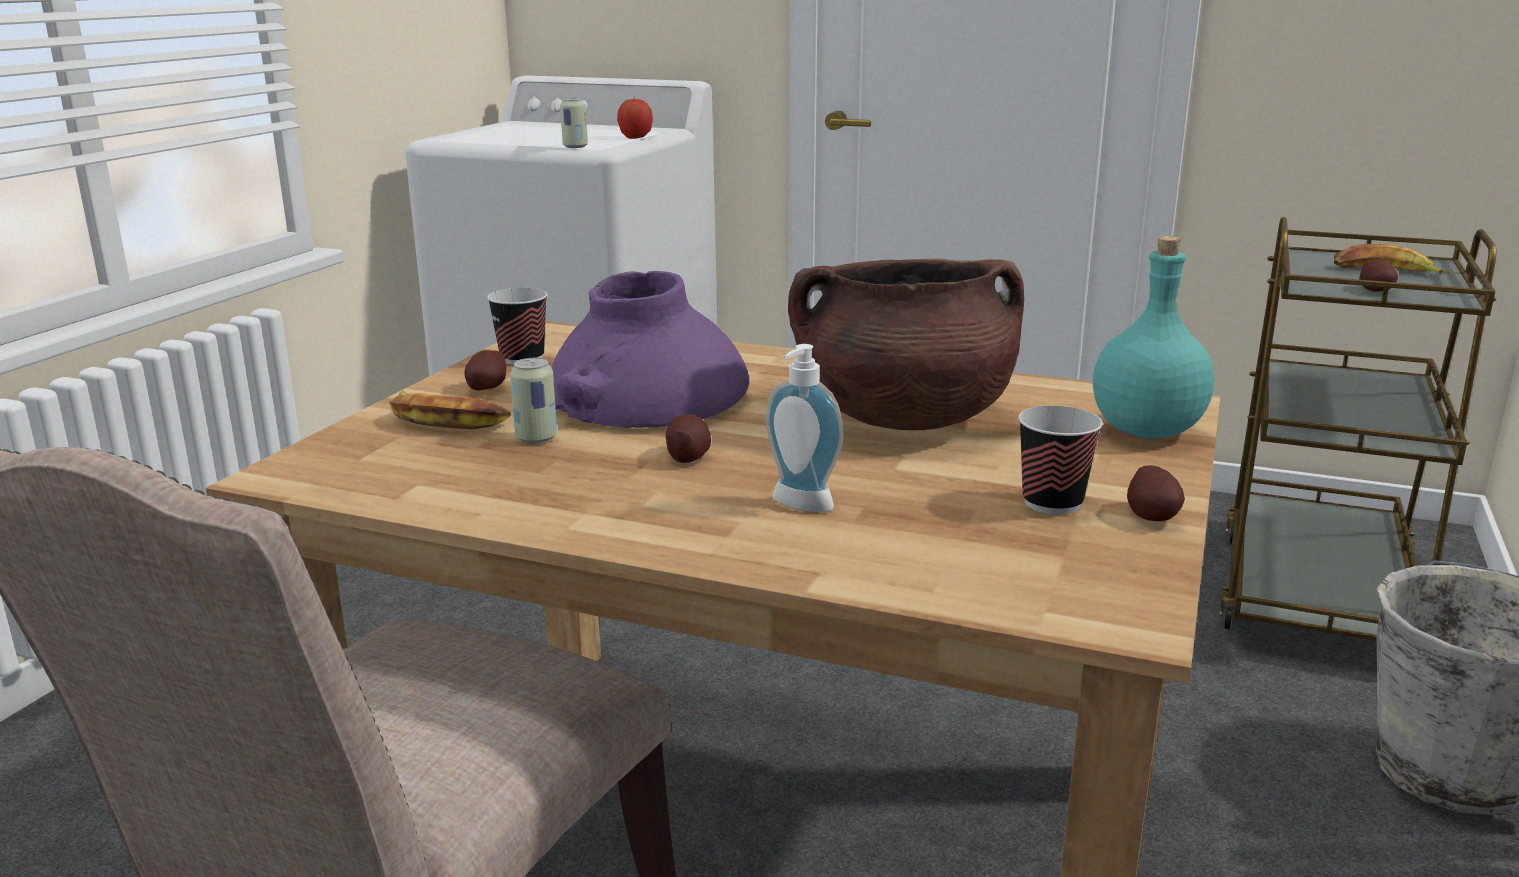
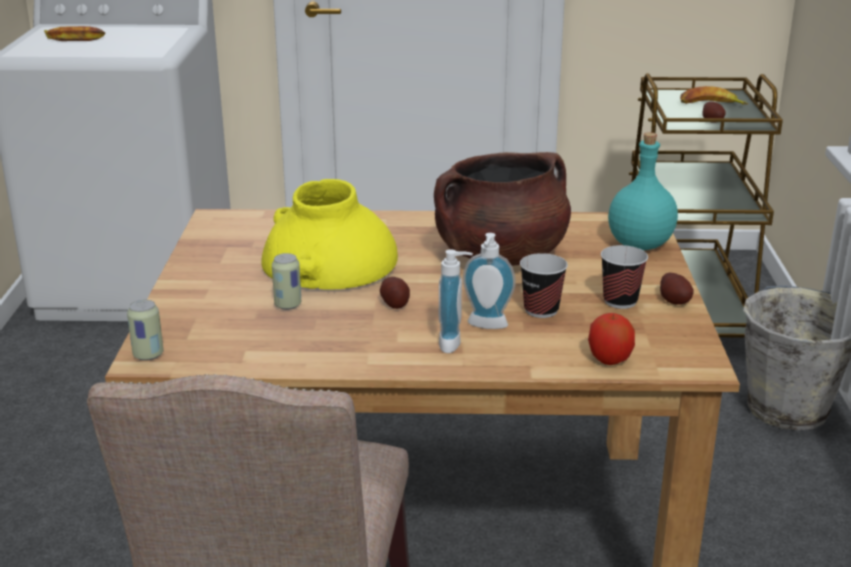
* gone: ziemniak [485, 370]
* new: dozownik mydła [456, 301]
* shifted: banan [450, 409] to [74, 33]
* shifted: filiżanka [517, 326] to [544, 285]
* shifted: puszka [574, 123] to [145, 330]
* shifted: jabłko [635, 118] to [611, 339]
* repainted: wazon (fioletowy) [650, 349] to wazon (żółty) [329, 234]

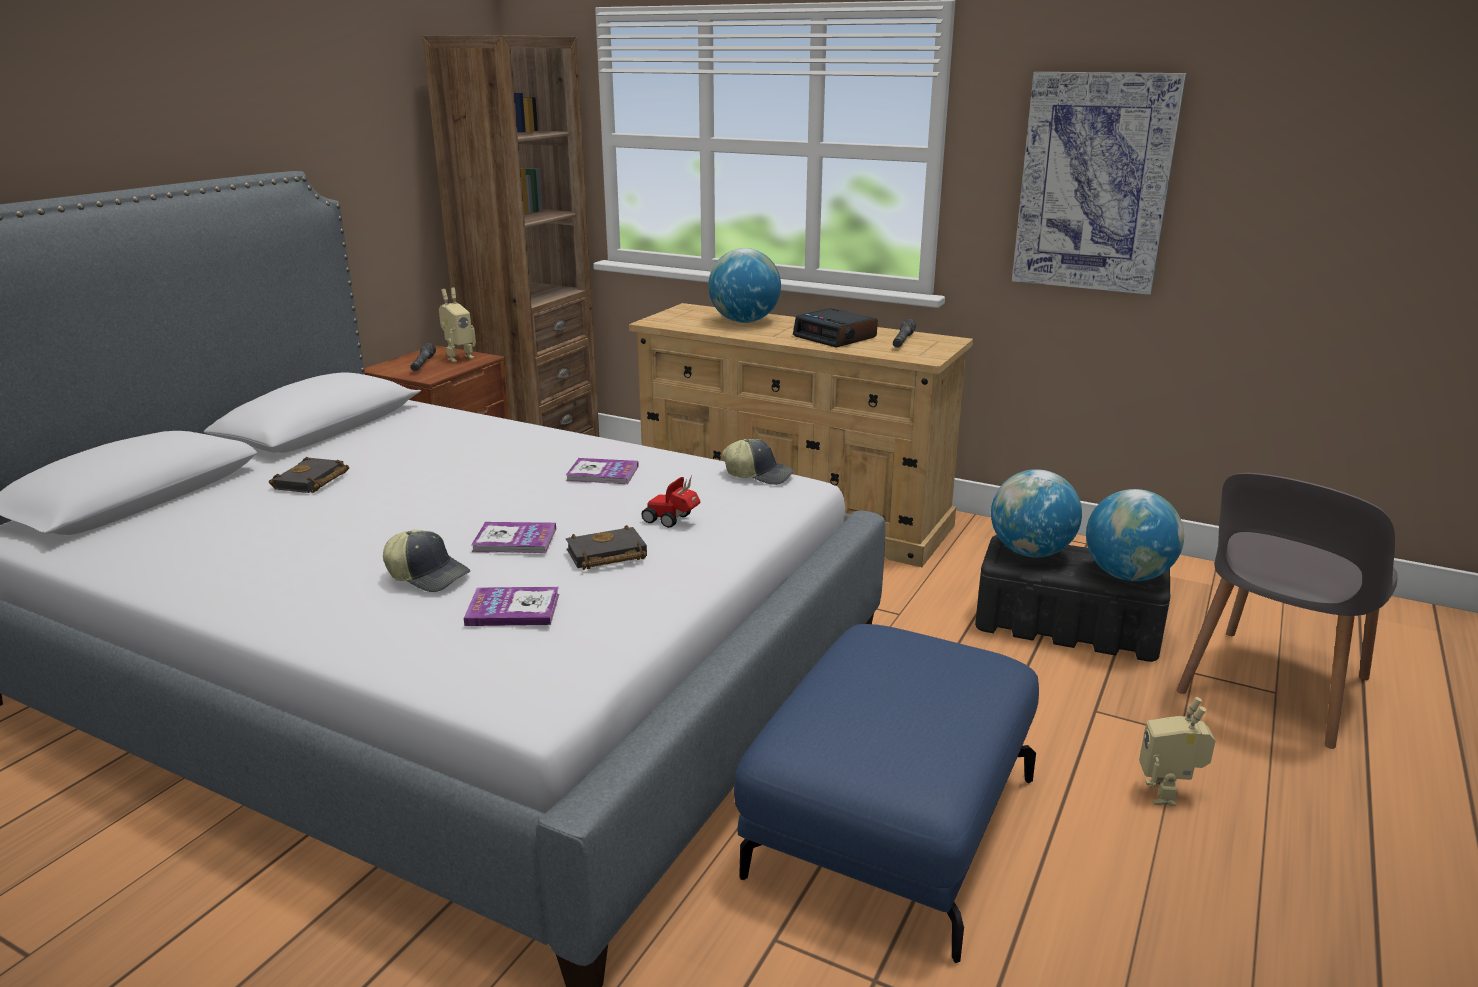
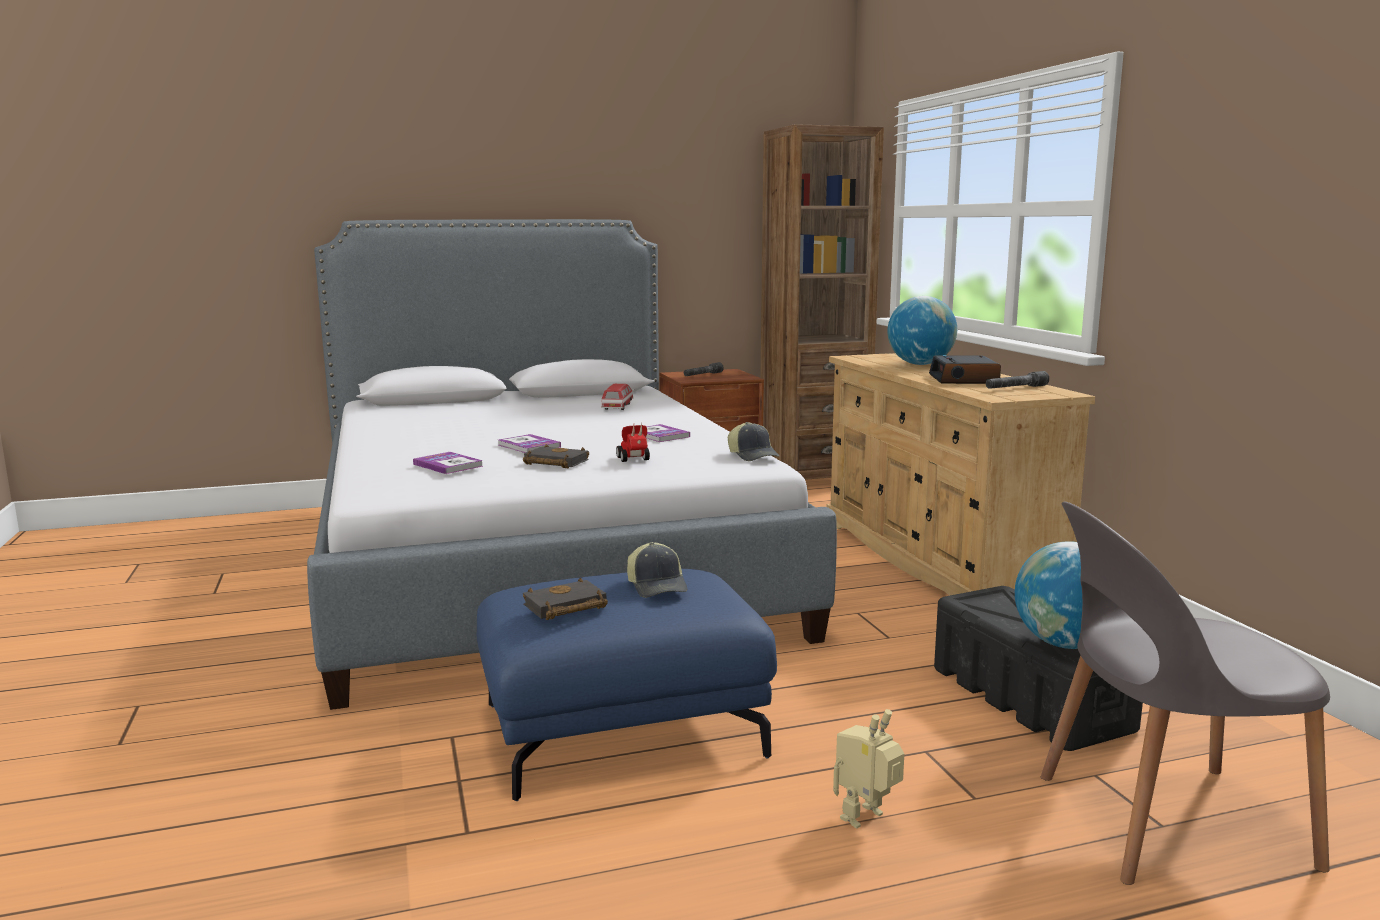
* gone: robot zabawkowy [457, 324]
* gone: globus [1036, 513]
* gone: obraz [1099, 183]
* new: samochodzik [618, 397]
* shifted: książka (czarny) [309, 475] to [565, 599]
* shifted: czapka z daszkiem [427, 561] to [657, 570]

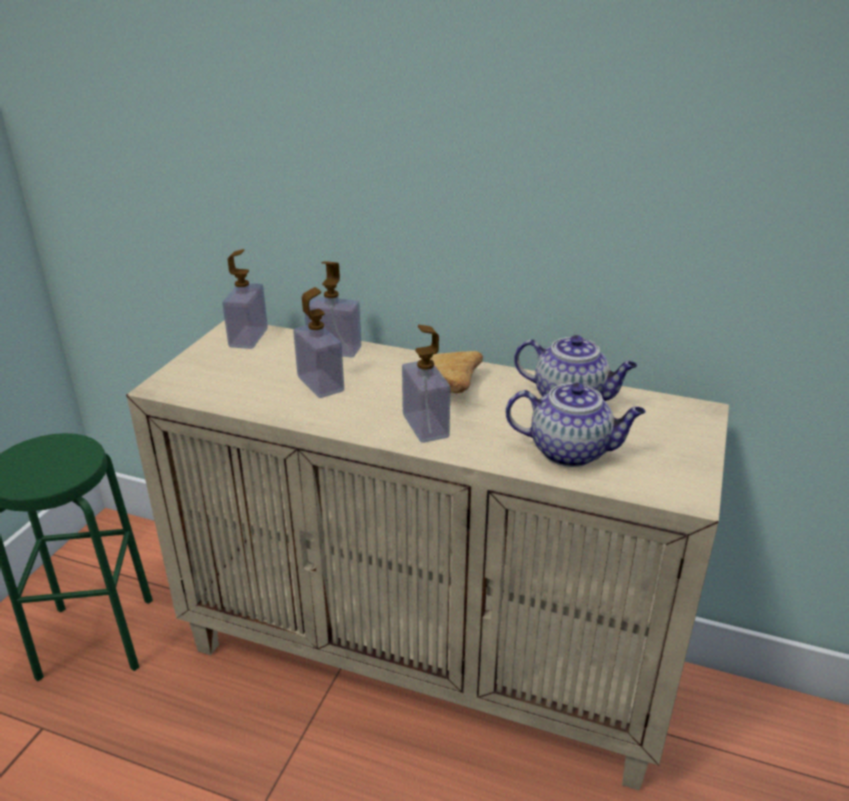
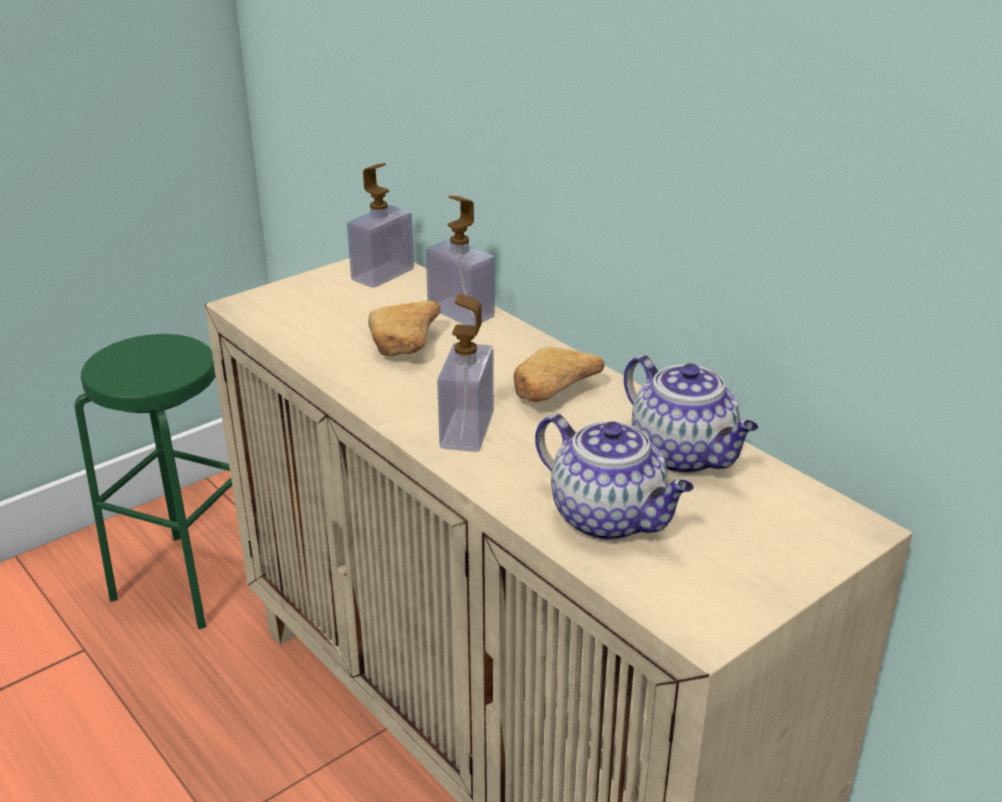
* swapped: dozownik mydła [318, 342] to chleb [404, 328]

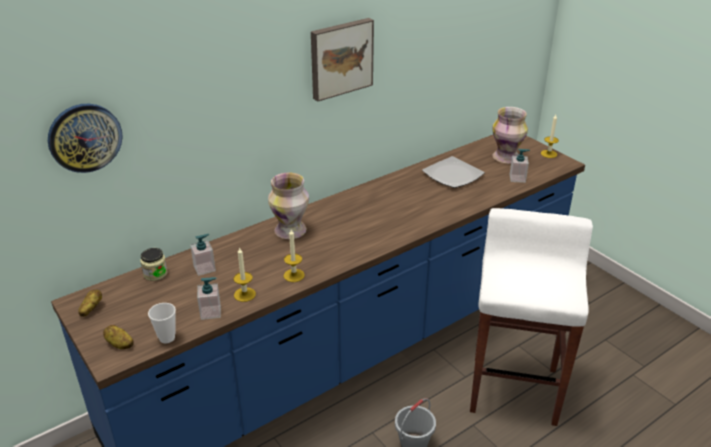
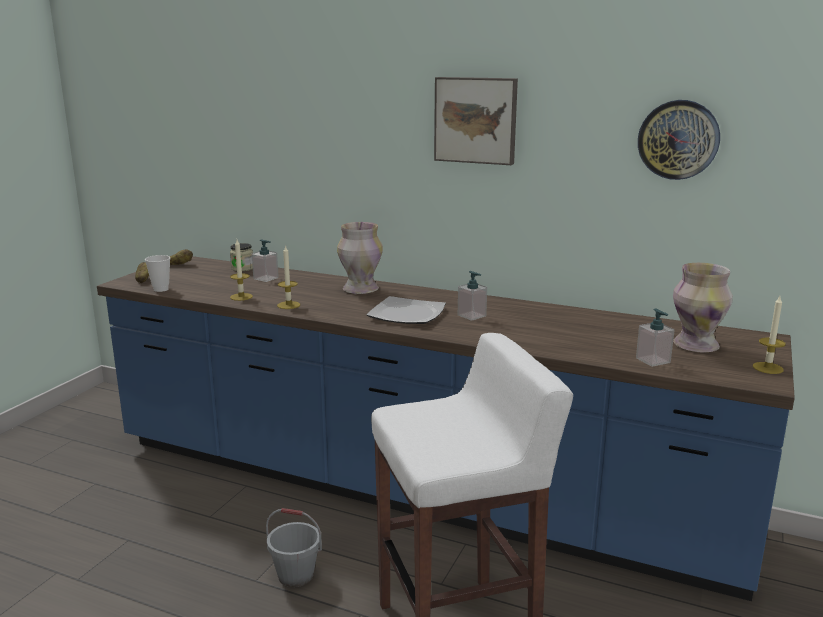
* shifted: zegar ścienny [85, 138] to [679, 140]
* shifted: dozownik mydła [209, 298] to [472, 296]
* shifted: talerz [453, 172] to [406, 310]

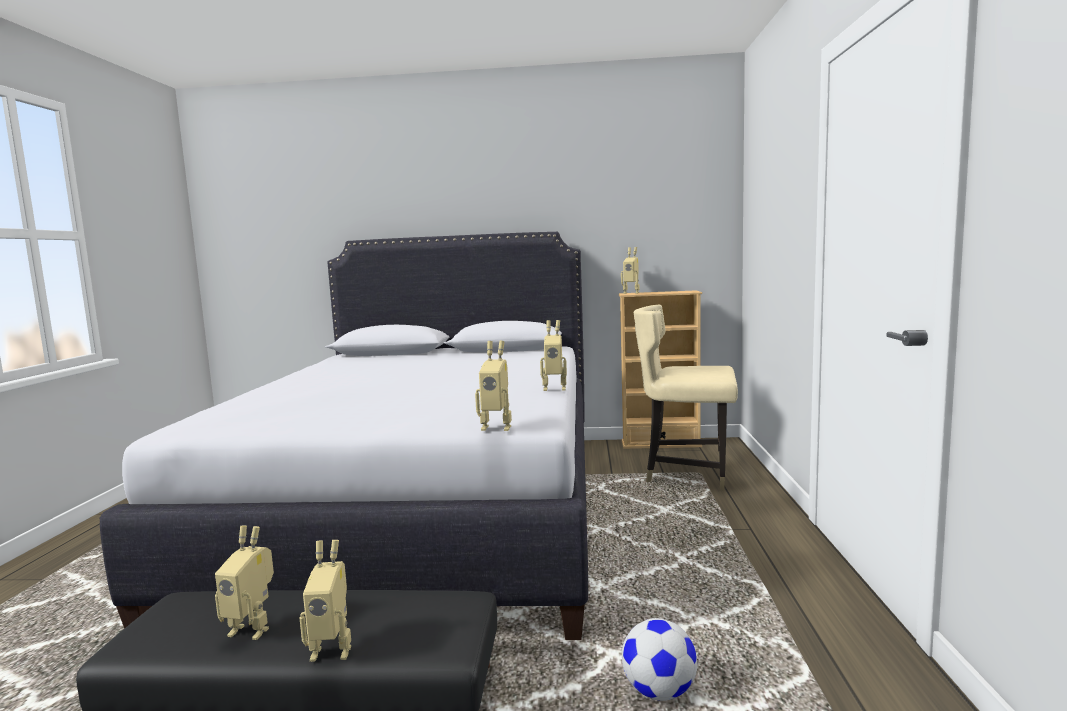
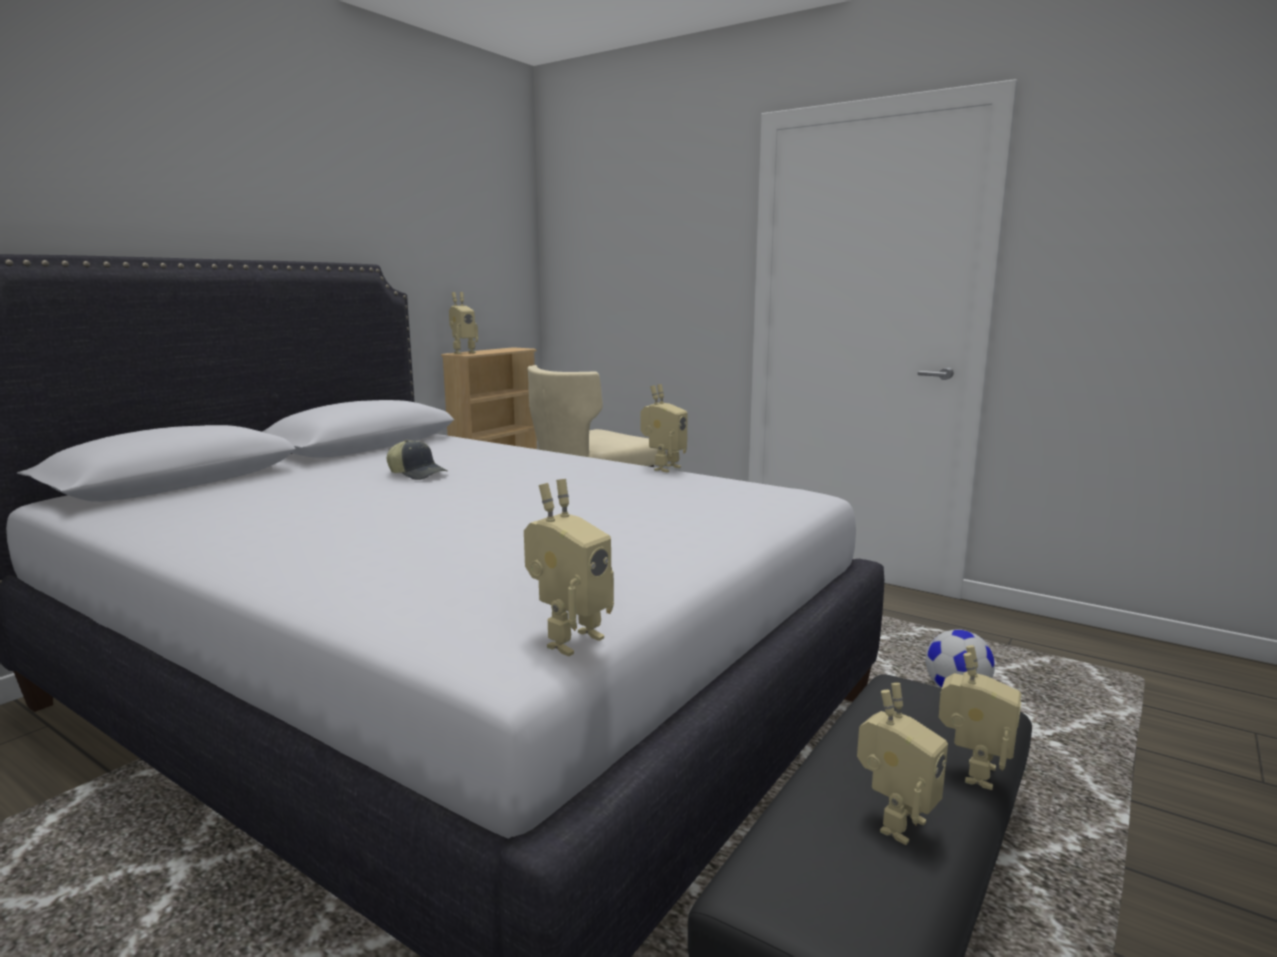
* new: czapka z daszkiem [417, 460]
* shifted: robot zabawkowy [493, 386] to [569, 567]

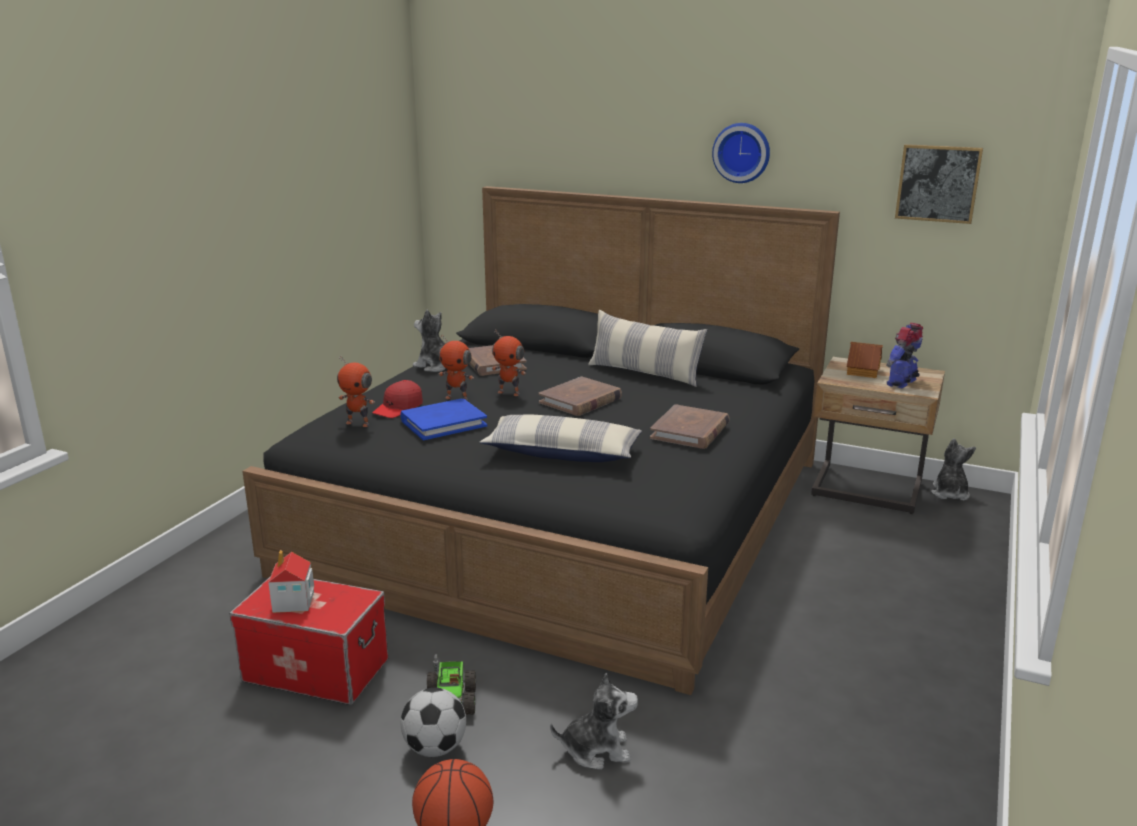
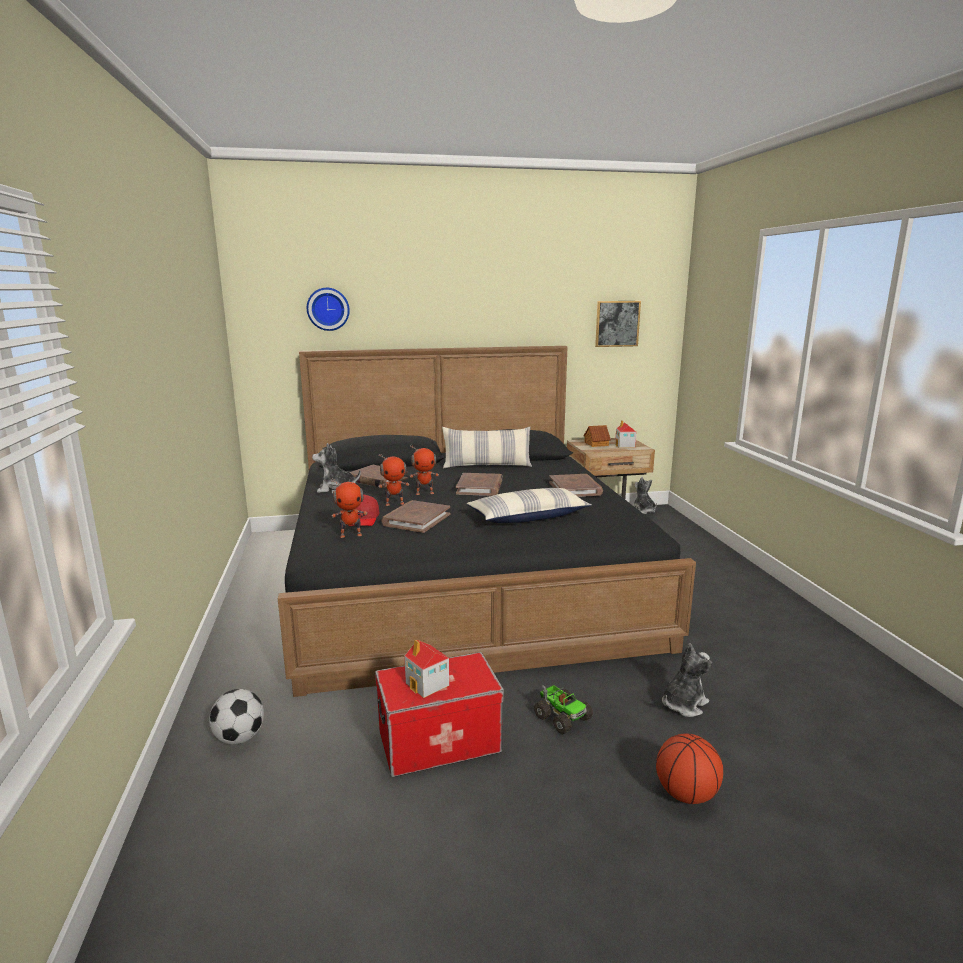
* shifted: piłka futbolowa [433, 722] to [236, 717]
* shifted: zegar ścienny [741, 153] to [328, 309]
* swapped: robot zabawkowy [904, 356] to domek [625, 434]
* repainted: książka (niebieski) [444, 419] to książka (brązowy) [416, 516]

